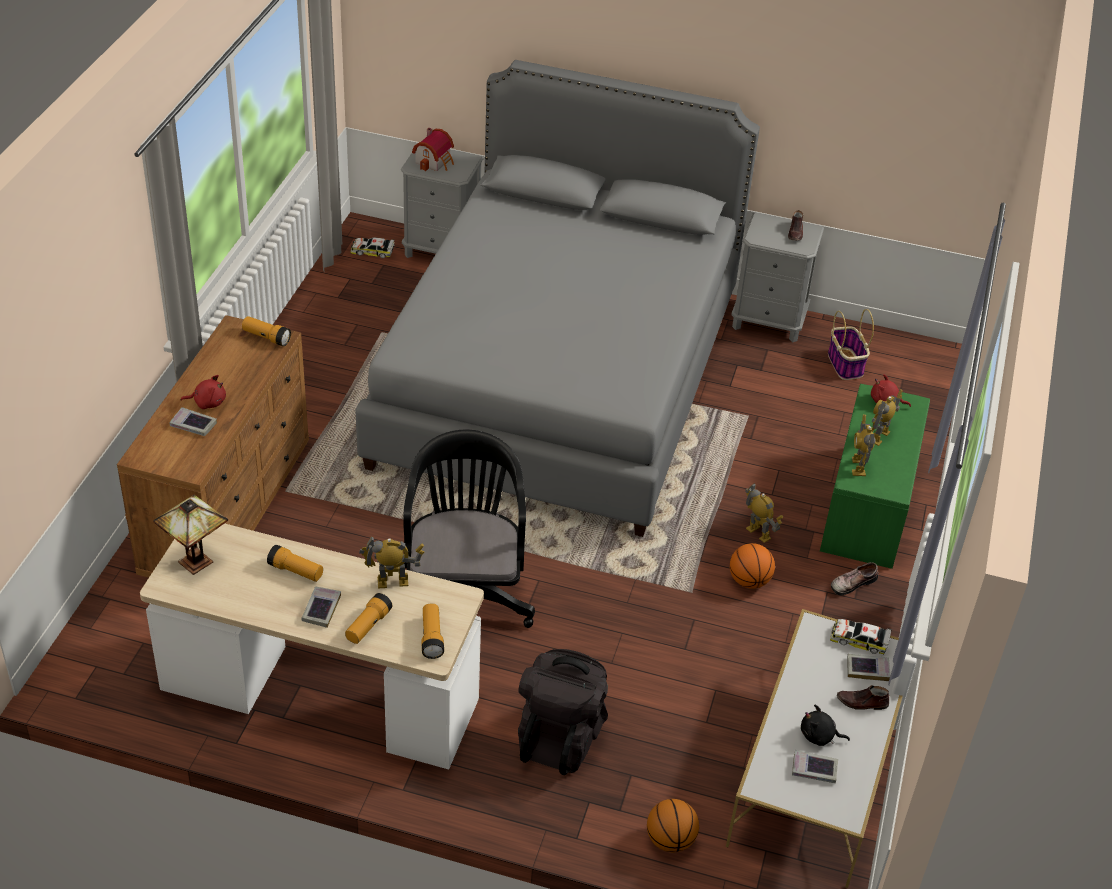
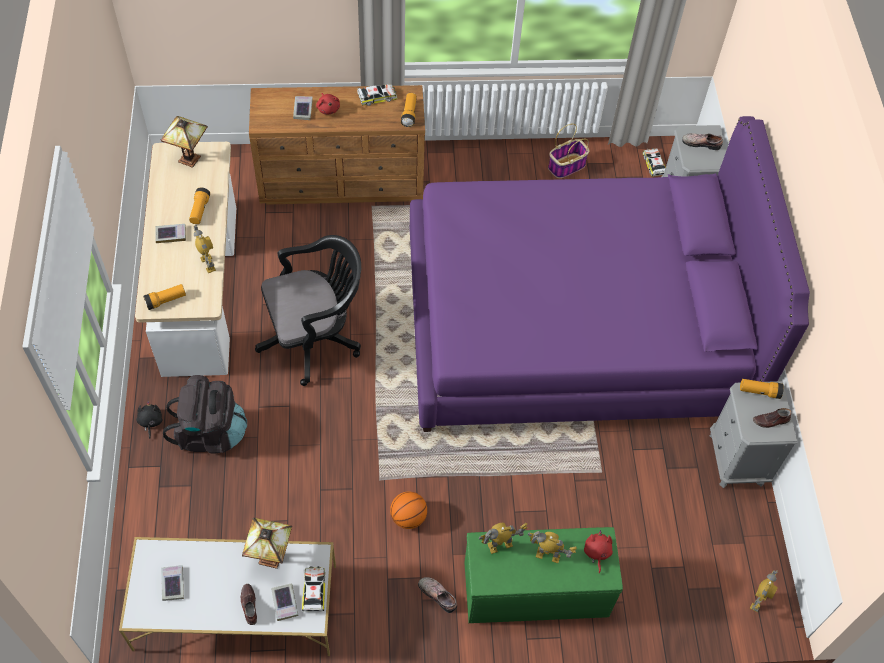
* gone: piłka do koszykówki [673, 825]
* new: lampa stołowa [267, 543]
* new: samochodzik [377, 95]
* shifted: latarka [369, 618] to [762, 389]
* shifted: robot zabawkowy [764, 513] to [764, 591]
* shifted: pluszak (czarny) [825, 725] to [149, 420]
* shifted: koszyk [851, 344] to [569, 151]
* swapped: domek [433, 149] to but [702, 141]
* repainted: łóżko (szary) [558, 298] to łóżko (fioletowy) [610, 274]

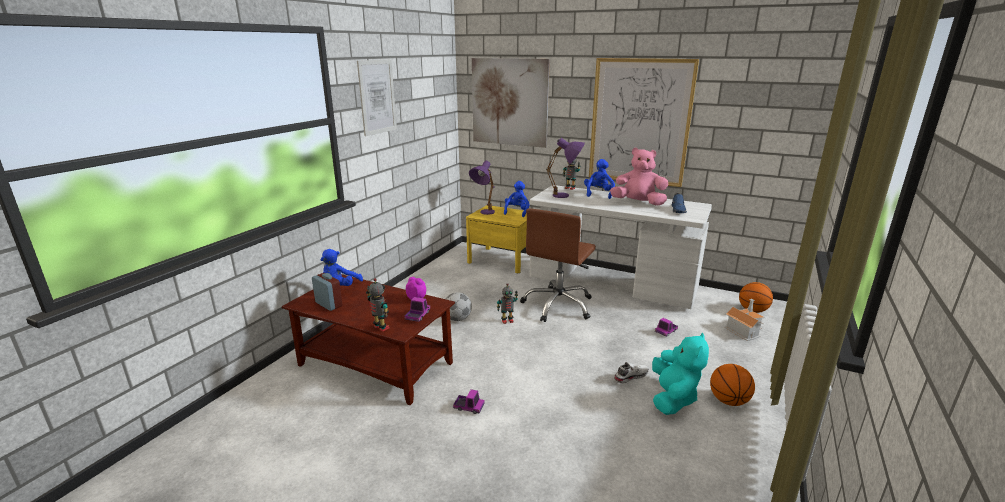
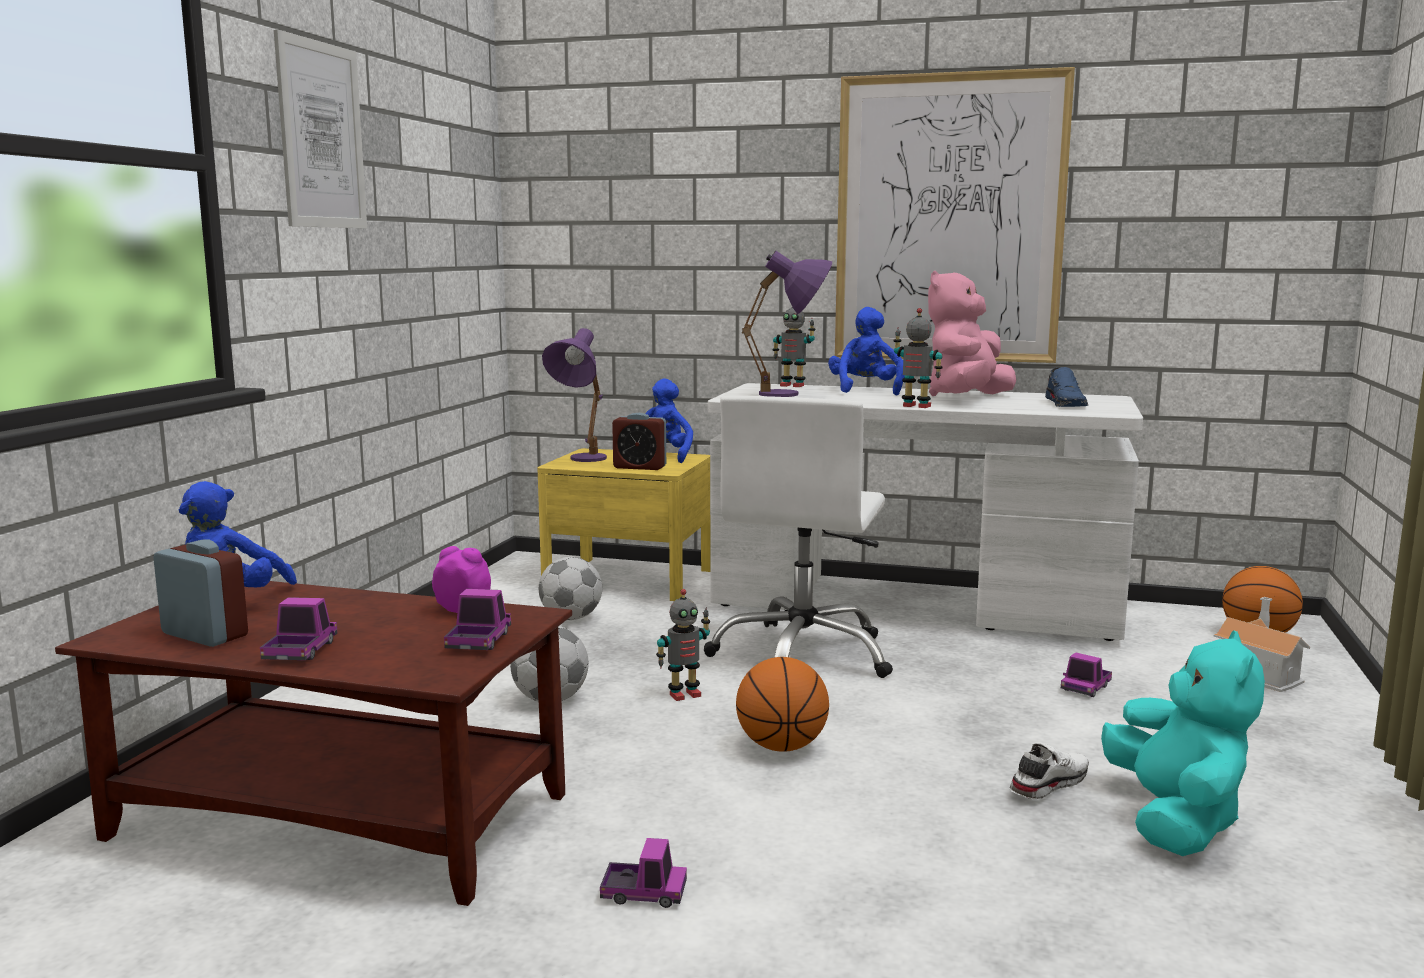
* gone: obraz [511, 103]
* new: ciężarówka zabawkowa [298, 628]
* new: piłka futbolowa [570, 588]
* new: budzik [639, 441]
* shifted: robot zabawkowy [378, 305] to [918, 358]
* shifted: piłka do koszykówki [732, 385] to [782, 704]
* repainted: krzesło biurowe (brązowy) [558, 265] to krzesło biurowe (biały) [798, 537]
* rotated: pluszak (różowy) [639, 176] = [972, 333] 60 degrees counterclockwise

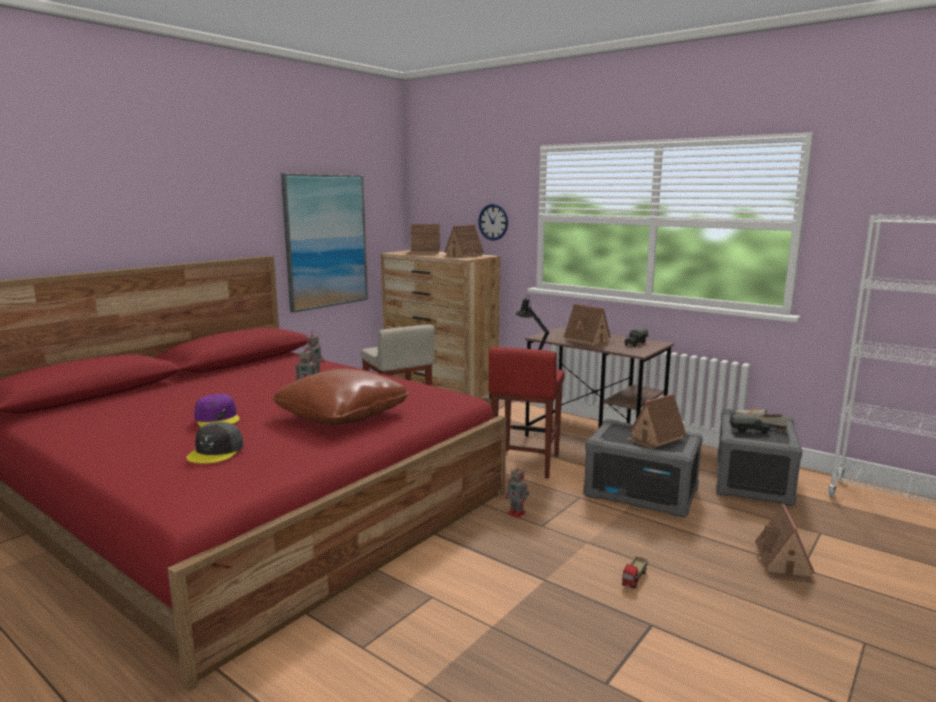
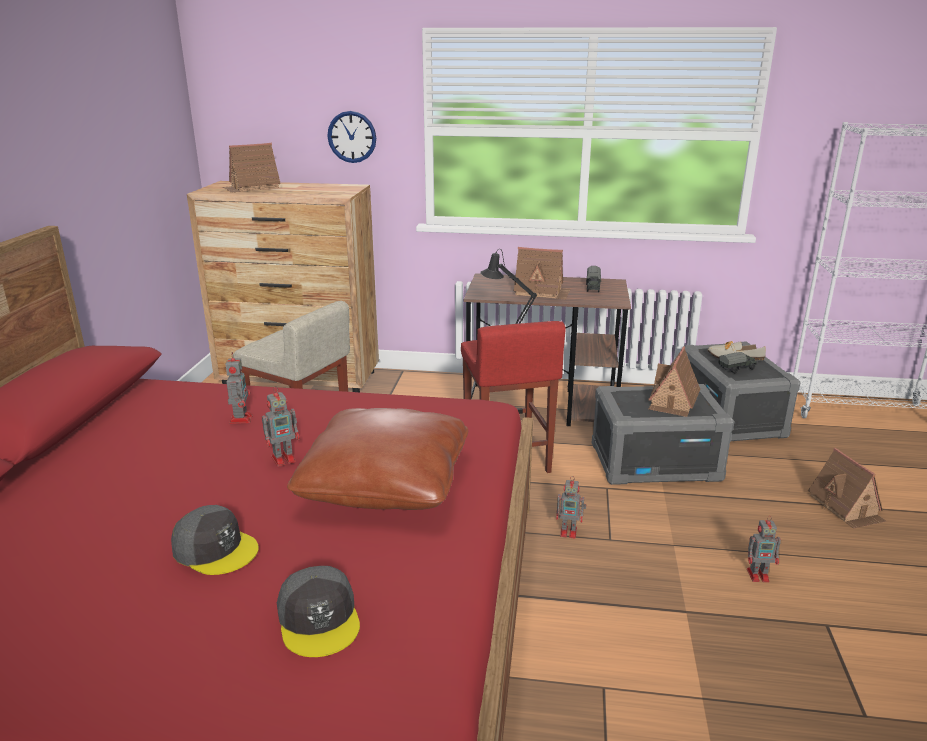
* gone: obraz [324, 243]
* gone: domek [463, 241]
* swapped: ciężarówka zabawkowa [635, 572] to robot zabawkowy [764, 549]
* repainted: czapka z daszkiem (fioletowy) [217, 410] to czapka z daszkiem (szary) [215, 540]

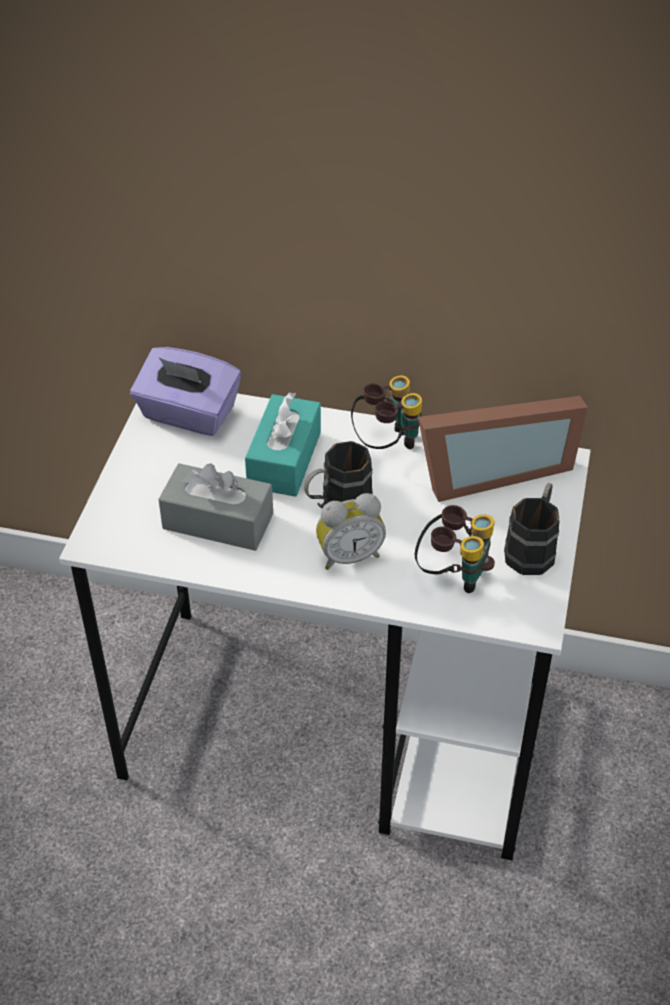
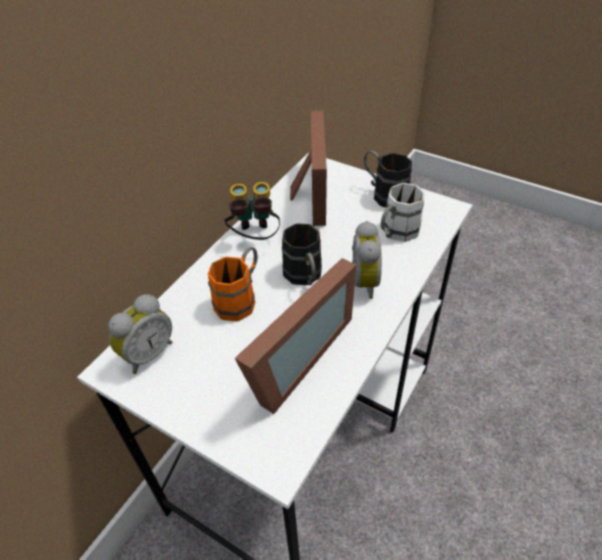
* swapped: pudełko chusteczek (fioletowy) [185, 391] to budzik [140, 334]
* swapped: pudełko chusteczek (szary) [215, 507] to ramka na zdjęcie [295, 336]
* swapped: pudełko chusteczek (turkusowy) [283, 444] to kubek (pomarańczowy) [233, 284]
* swapped: lornetka [455, 549] to kubek (biały) [402, 212]

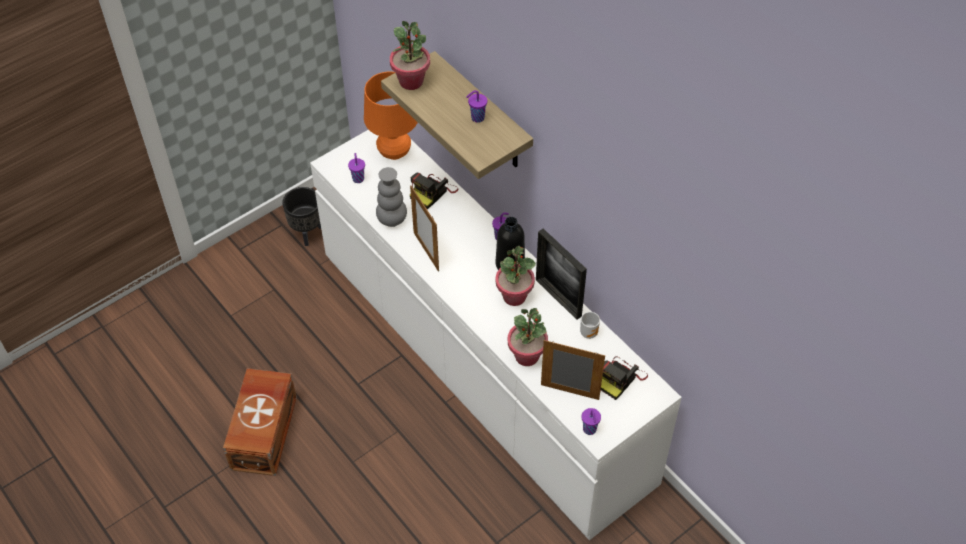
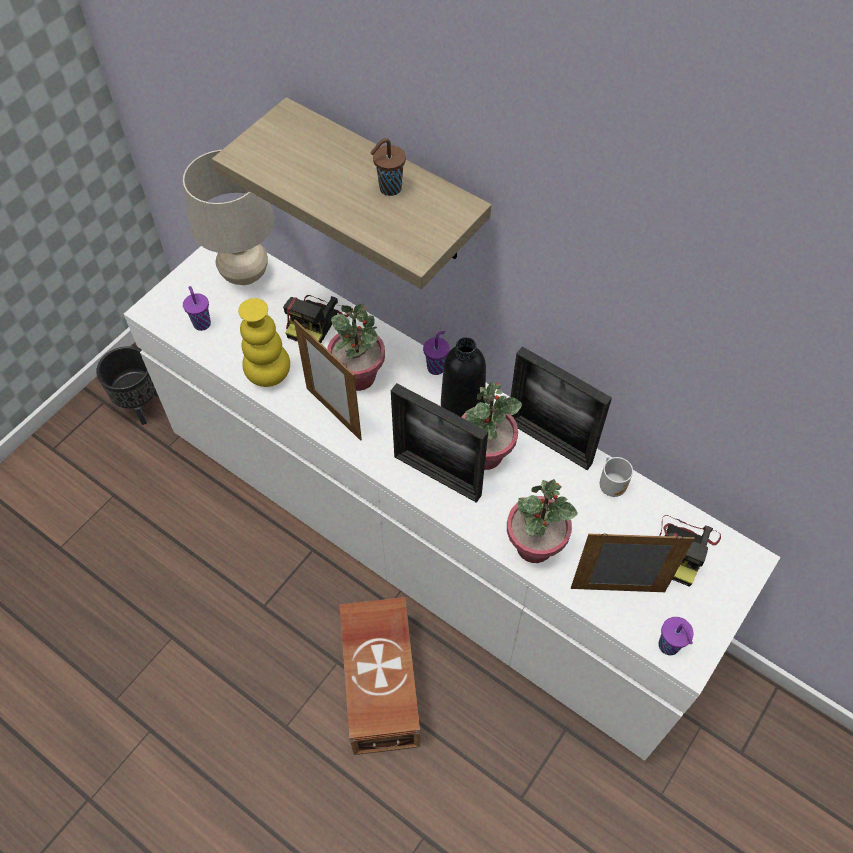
* new: ramka na zdjęcie [439, 443]
* shifted: pojemnik do przechowywania (brązowy) [260, 422] to [380, 676]
* shifted: roślina doniczkowa [410, 55] to [356, 347]
* repainted: lampa stołowa (pomarańczowy) [391, 116] to lampa stołowa (beżowy) [228, 217]
* repainted: wazon (szary) [391, 197] to wazon (żółty) [264, 342]
* repainted: filiżanka (fioletowy) [476, 106] to filiżanka (brązowy) [388, 167]

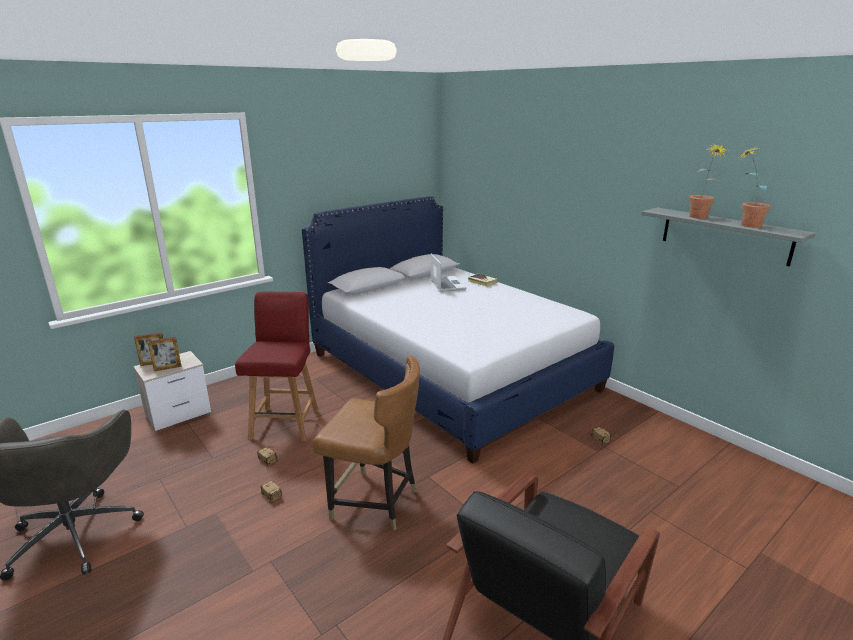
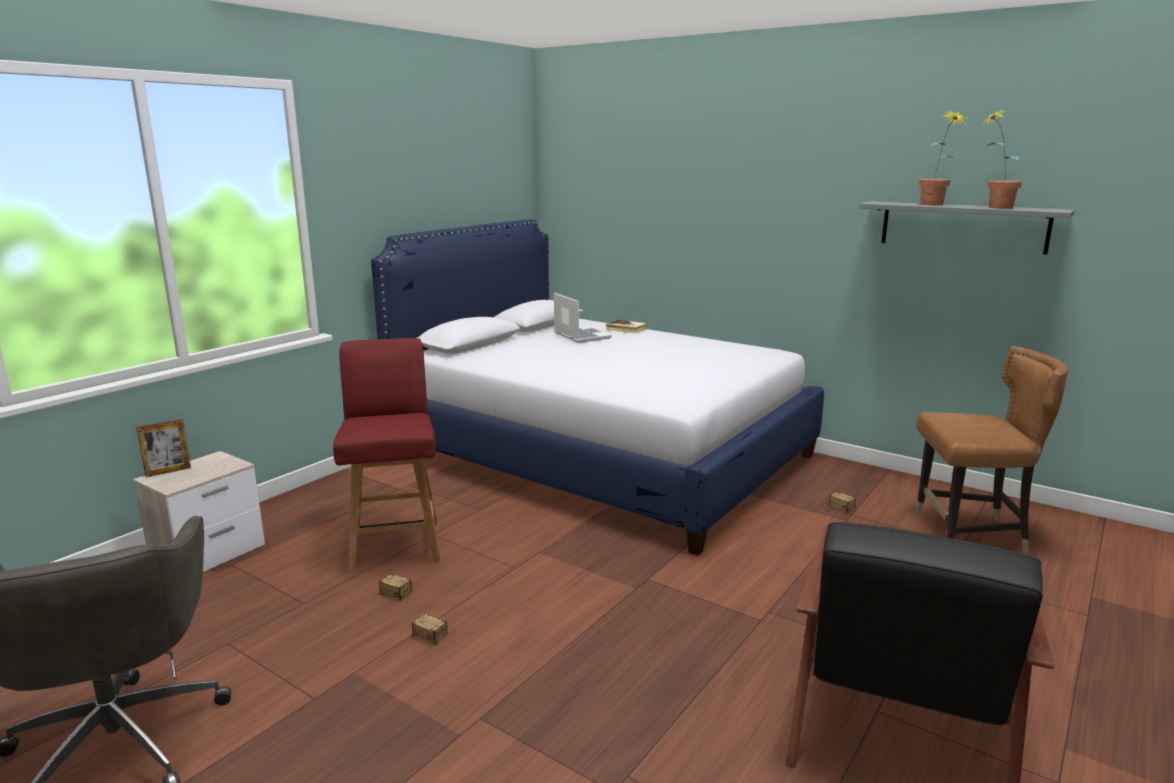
* gone: ramka na zdjęcie [164, 354]
* shifted: krzesło (brązowy) [366, 443] to [992, 450]

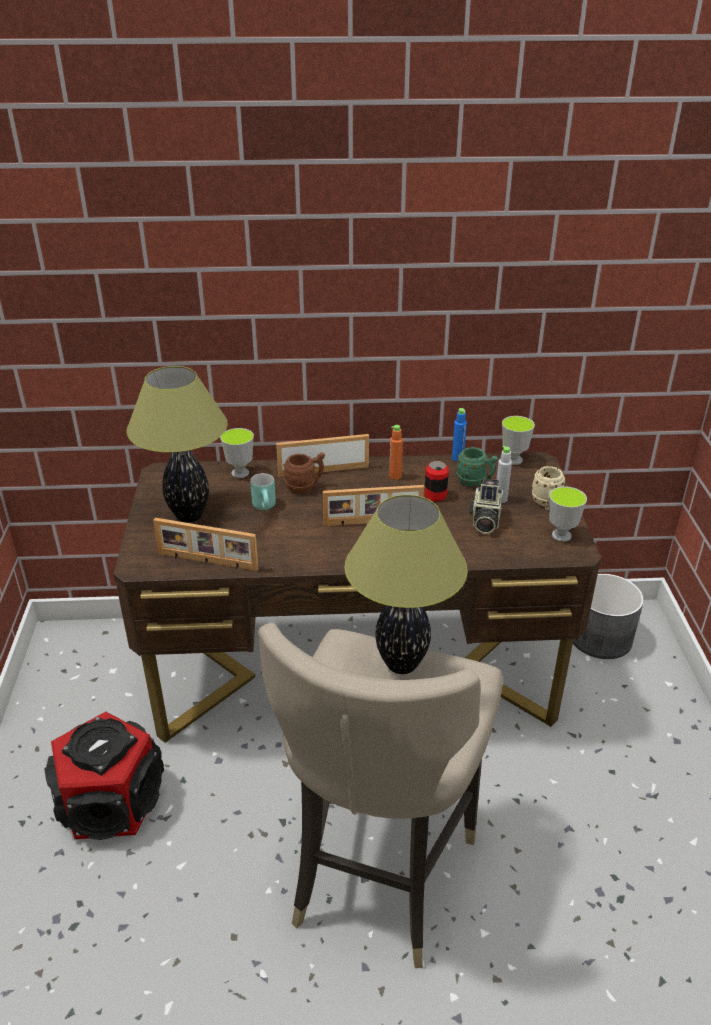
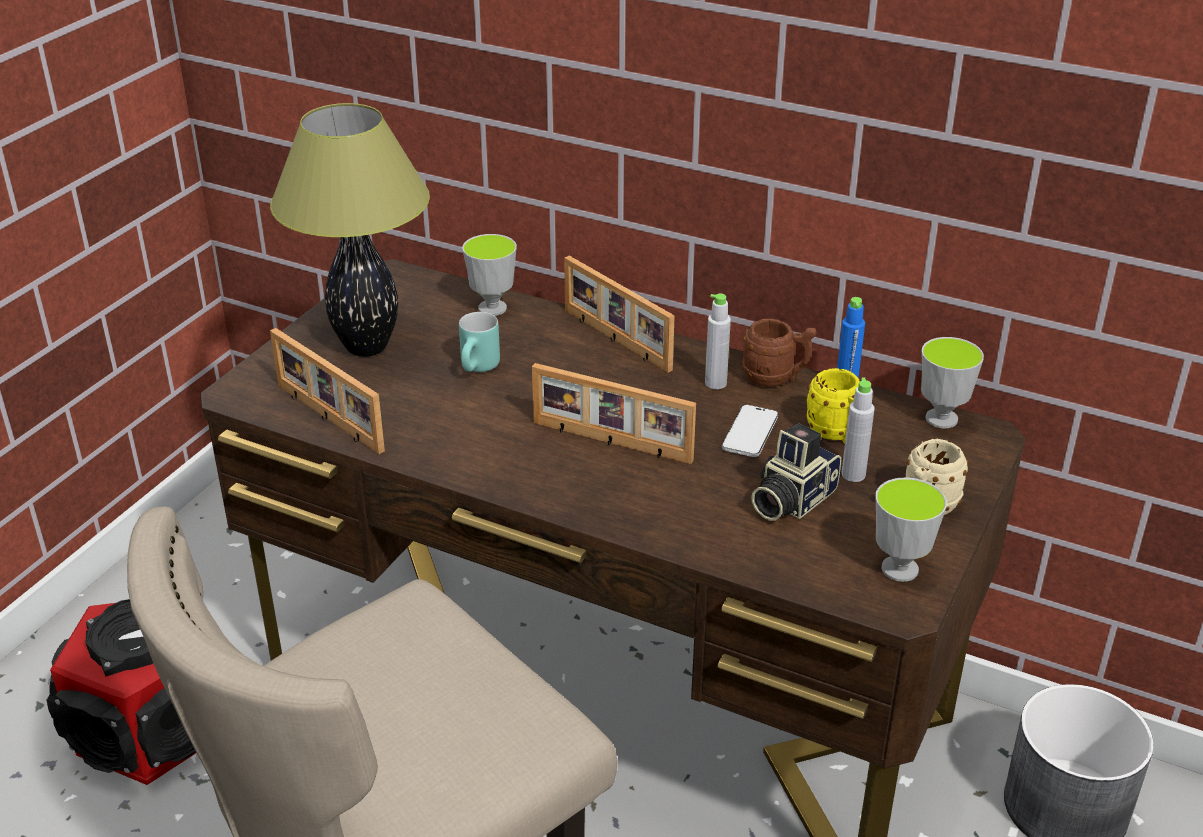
* gone: lampa stołowa [406, 584]
* shifted: kubek (brązowy) [304, 472] to [779, 353]
* swapped: puszka [436, 481] to telefon [750, 431]
* repainted: butelka (pomarańczowy) [396, 452] to butelka (szary) [718, 341]
* repainted: kubek (zielony) [477, 466] to kubek (żółty) [833, 406]
* rotated: ramka na zdjęcie [322, 455] = [619, 314] 150 degrees counterclockwise

